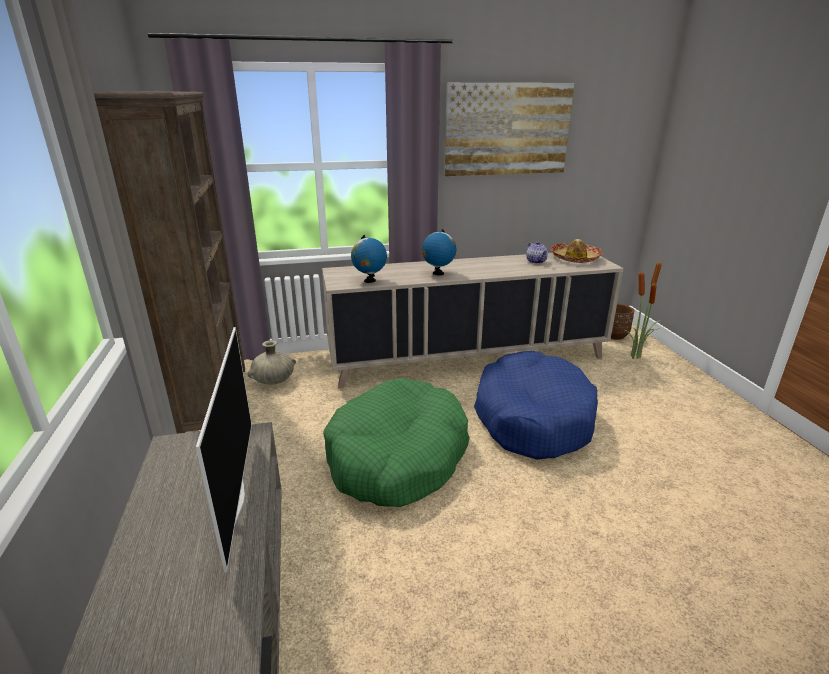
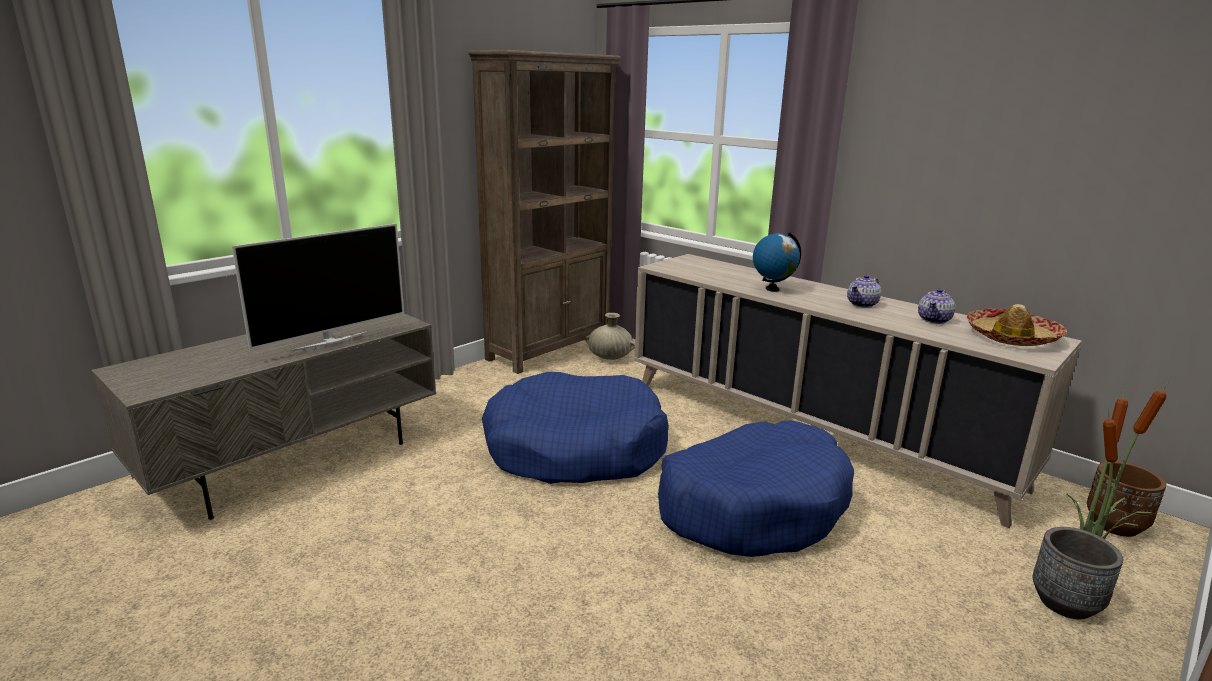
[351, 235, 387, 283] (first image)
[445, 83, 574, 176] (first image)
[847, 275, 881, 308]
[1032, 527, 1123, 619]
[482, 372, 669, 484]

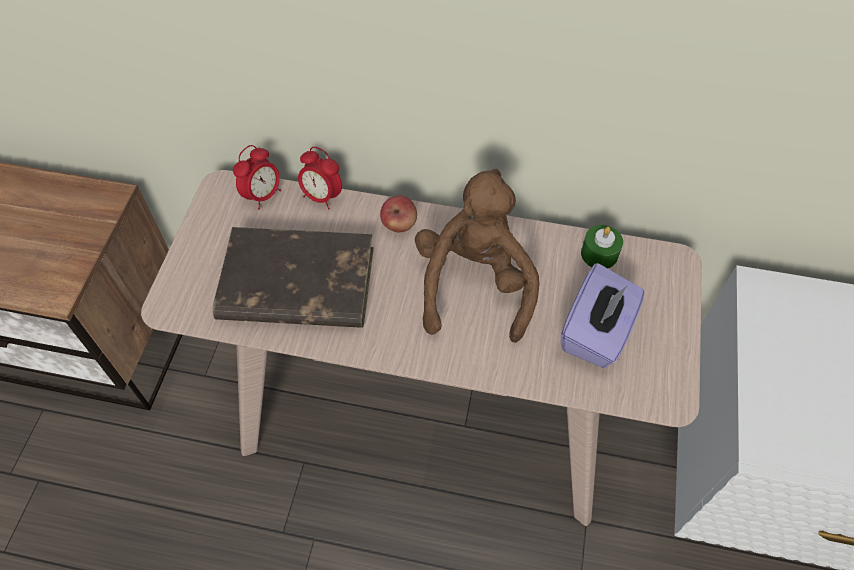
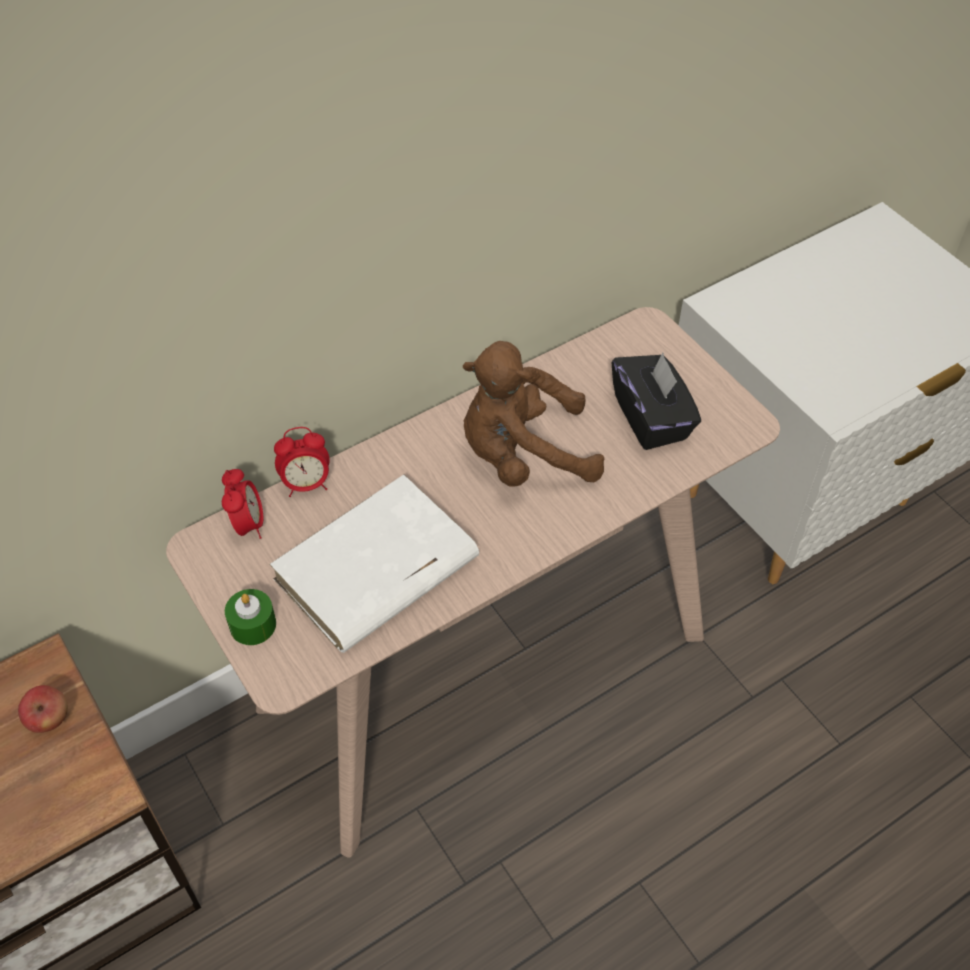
[18, 685, 68, 733]
[225, 589, 276, 645]
[269, 475, 479, 653]
[612, 353, 701, 450]
[463, 341, 604, 487]

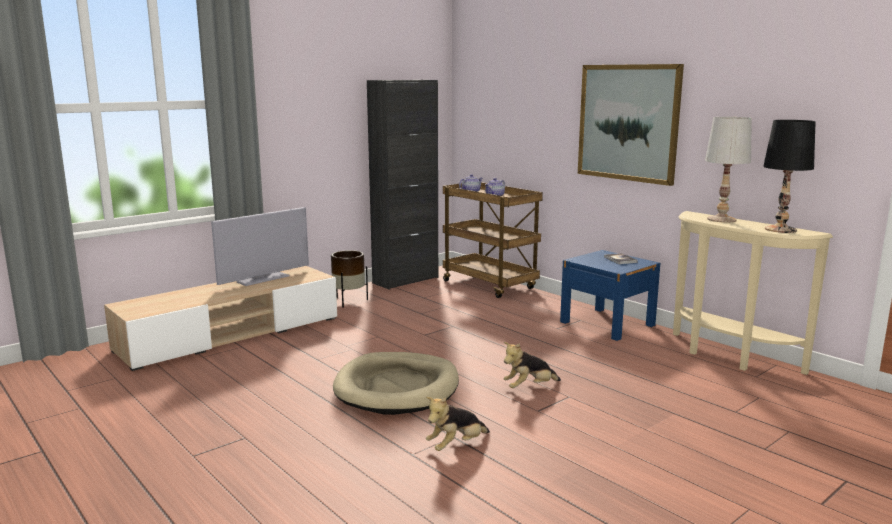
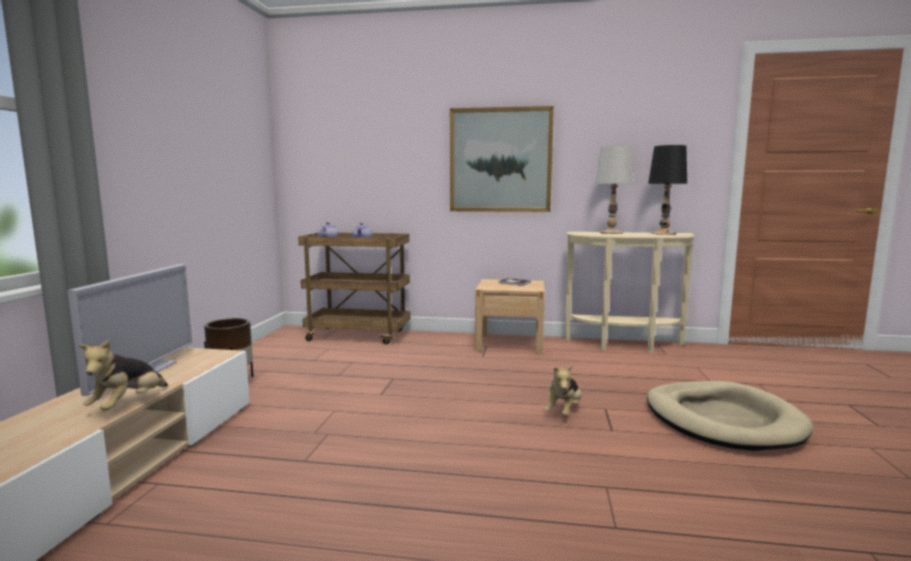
[367, 80, 438, 290] (first image)
[647, 381, 813, 451]
[78, 339, 168, 411]
[475, 279, 545, 354]

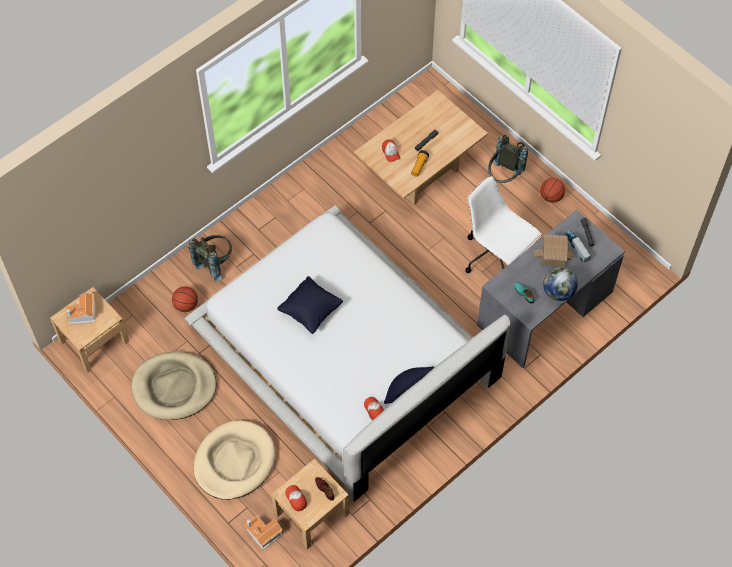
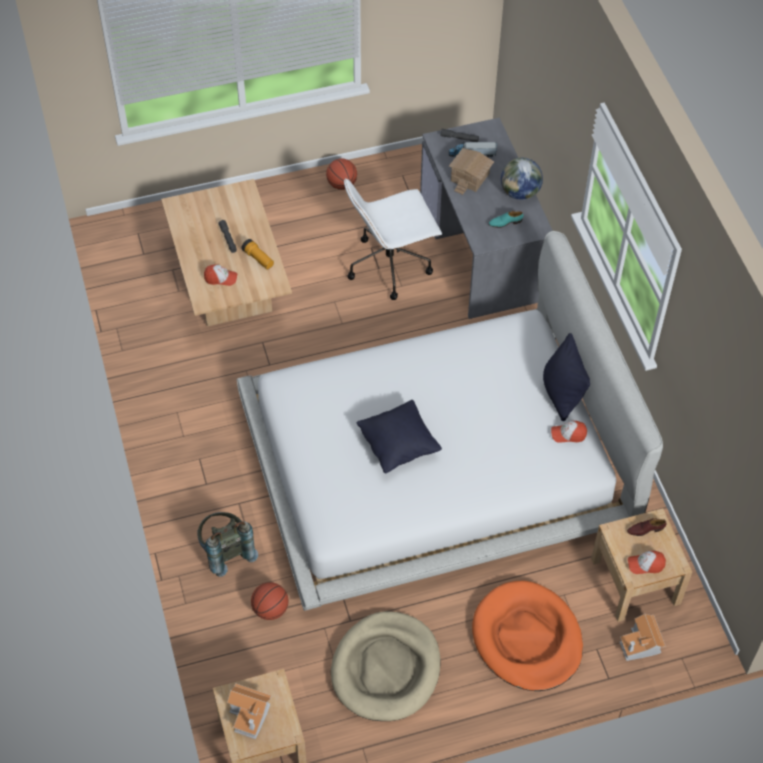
[488, 135, 528, 183] (first image)
[472, 581, 583, 691]

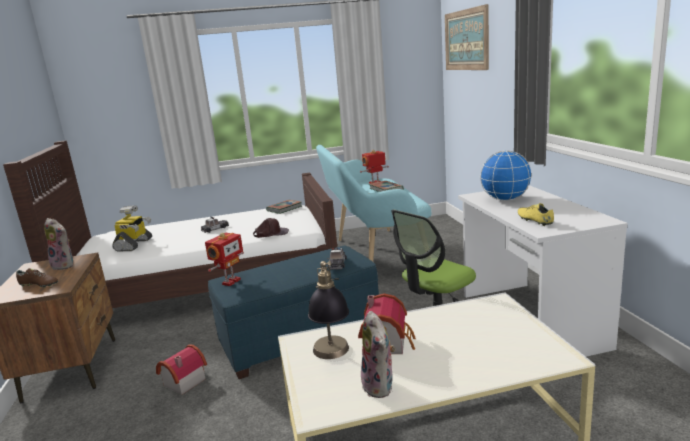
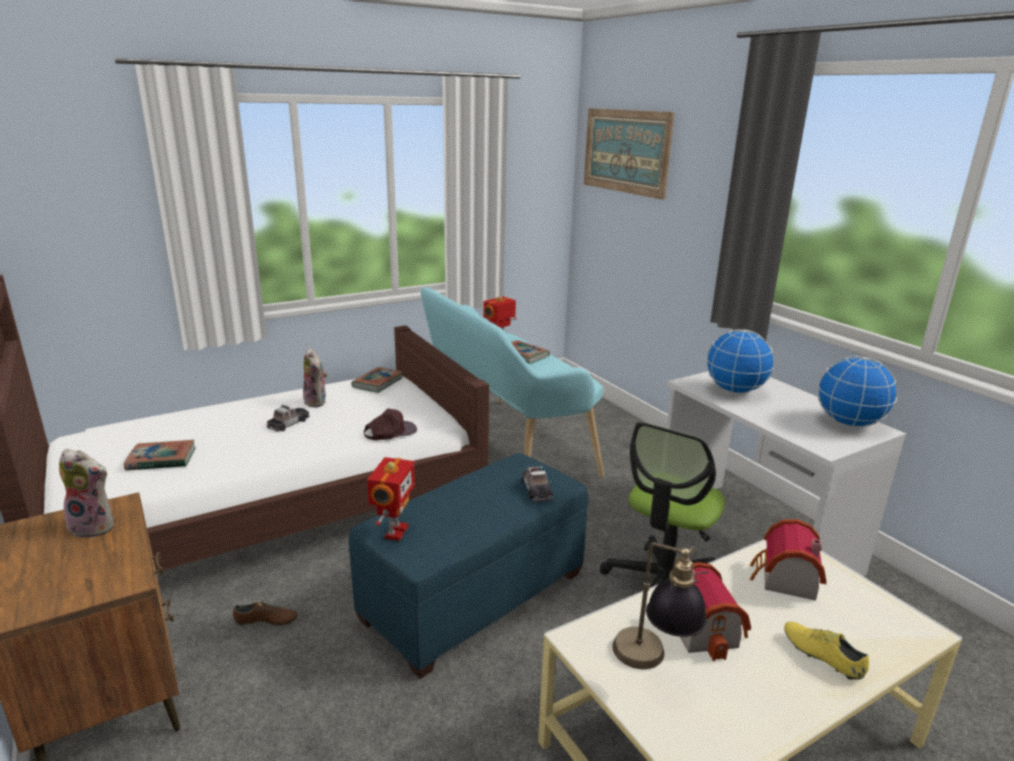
[817, 356, 898, 427]
[233, 602, 297, 627]
[750, 519, 827, 601]
[303, 348, 327, 407]
[784, 622, 869, 680]
[124, 440, 196, 470]

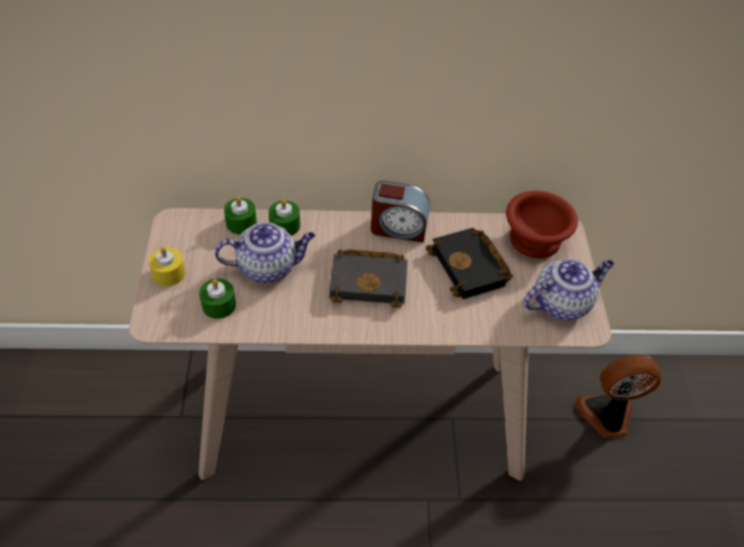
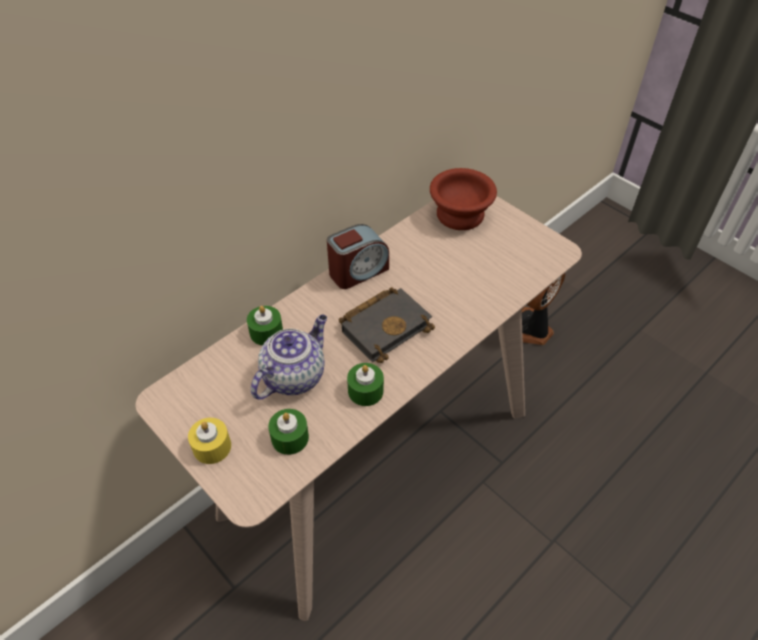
[426, 228, 513, 299] (first image)
[523, 258, 614, 320] (first image)
[347, 363, 384, 406]

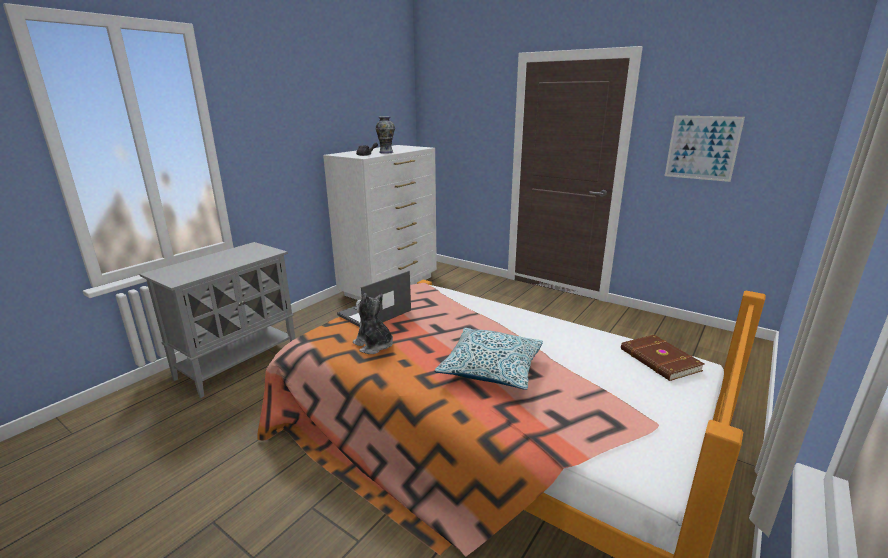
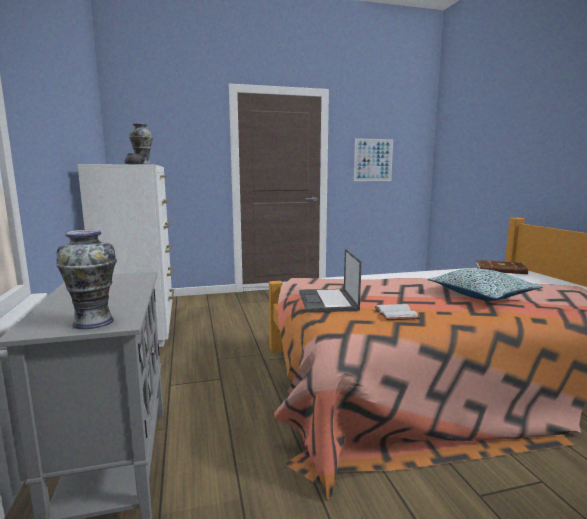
[56, 230, 117, 329]
[375, 304, 420, 320]

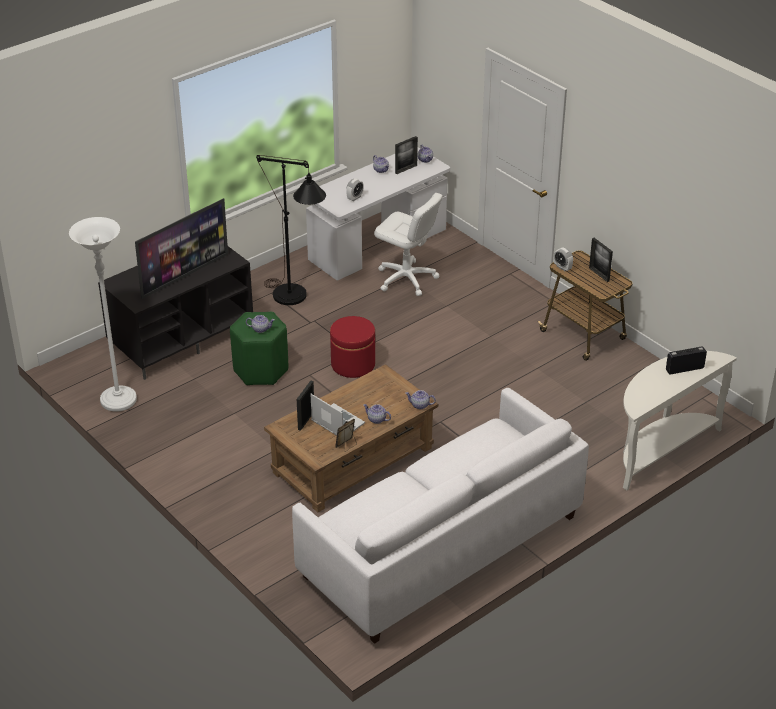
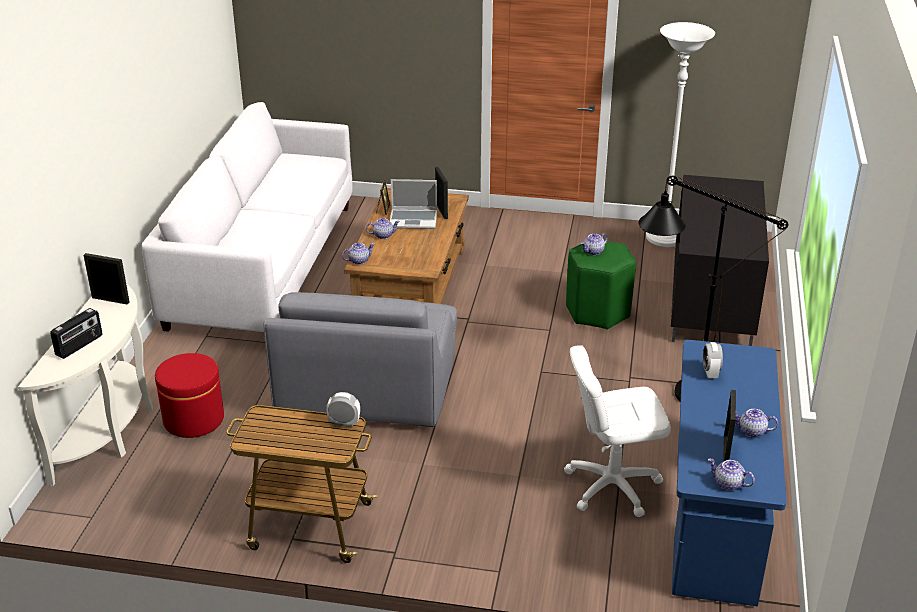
[135, 198, 228, 299] (first image)
[263, 292, 457, 427]
[155, 353, 224, 438]
[84, 253, 130, 305]
[672, 340, 787, 606]

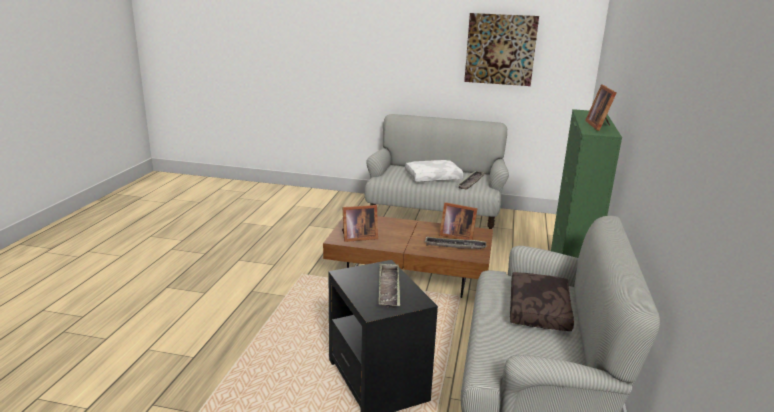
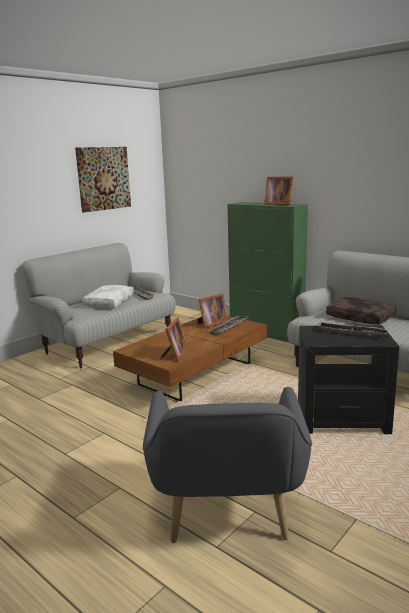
[143, 387, 312, 543]

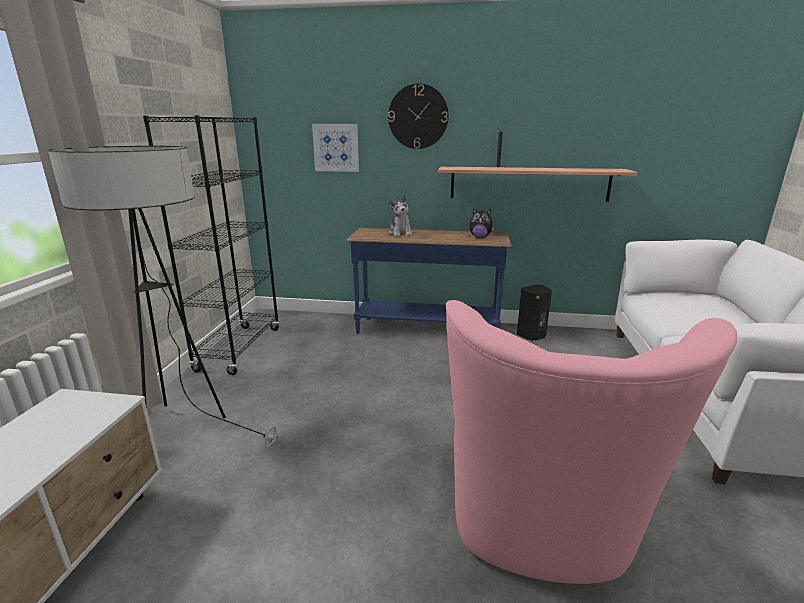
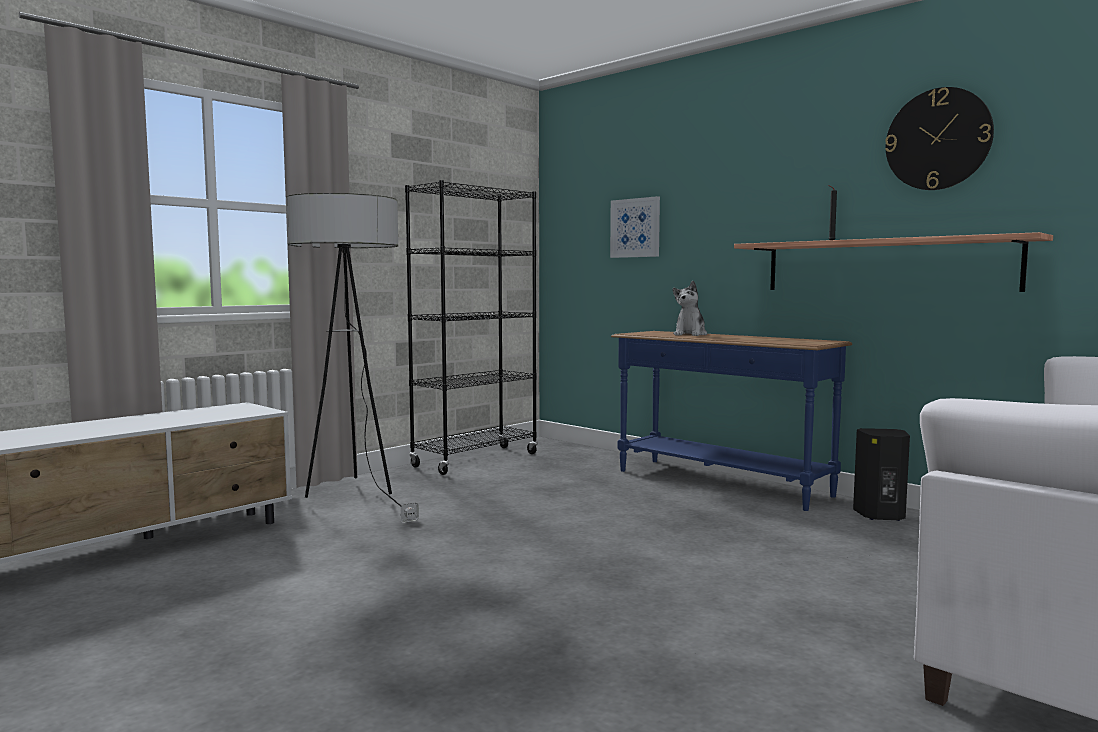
[446, 300, 737, 584] (first image)
[469, 208, 495, 238] (first image)
[885, 87, 994, 190]

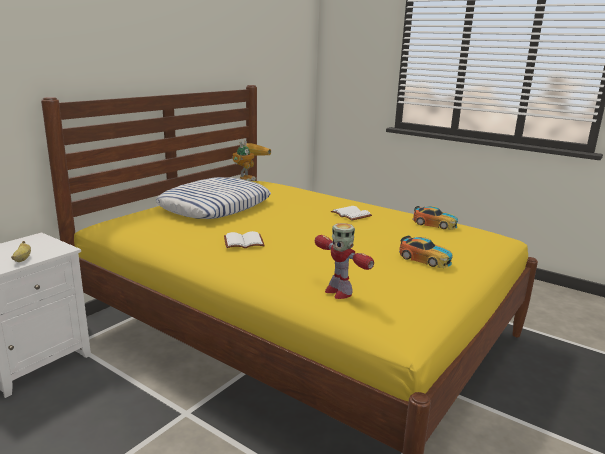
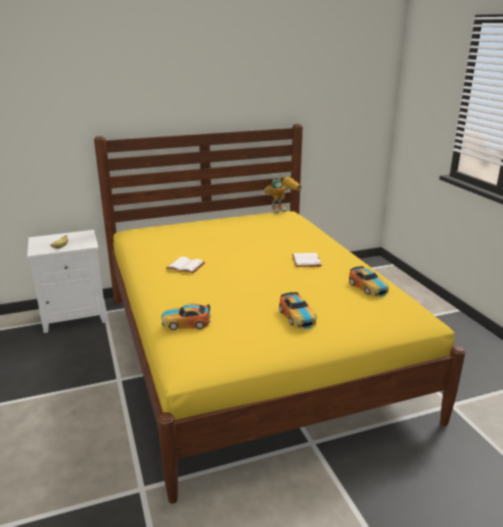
[156, 177, 271, 219] (first image)
[161, 303, 211, 330]

